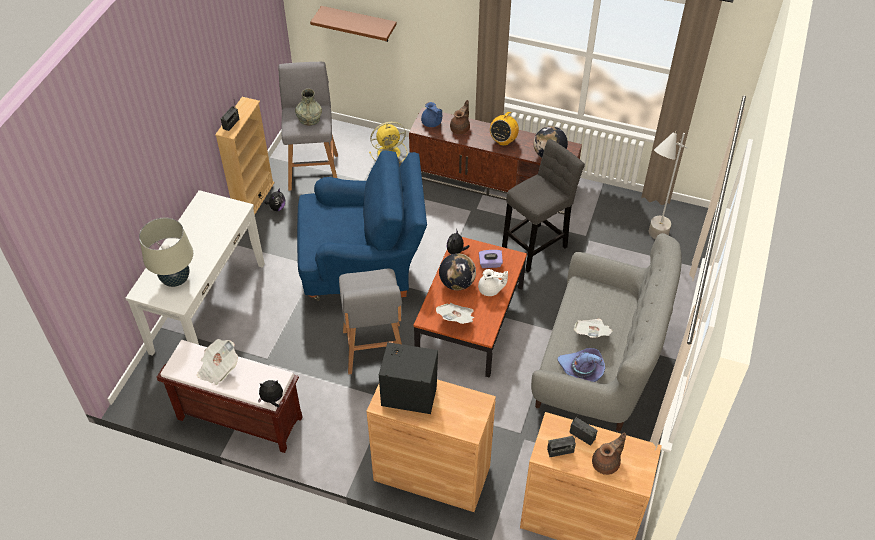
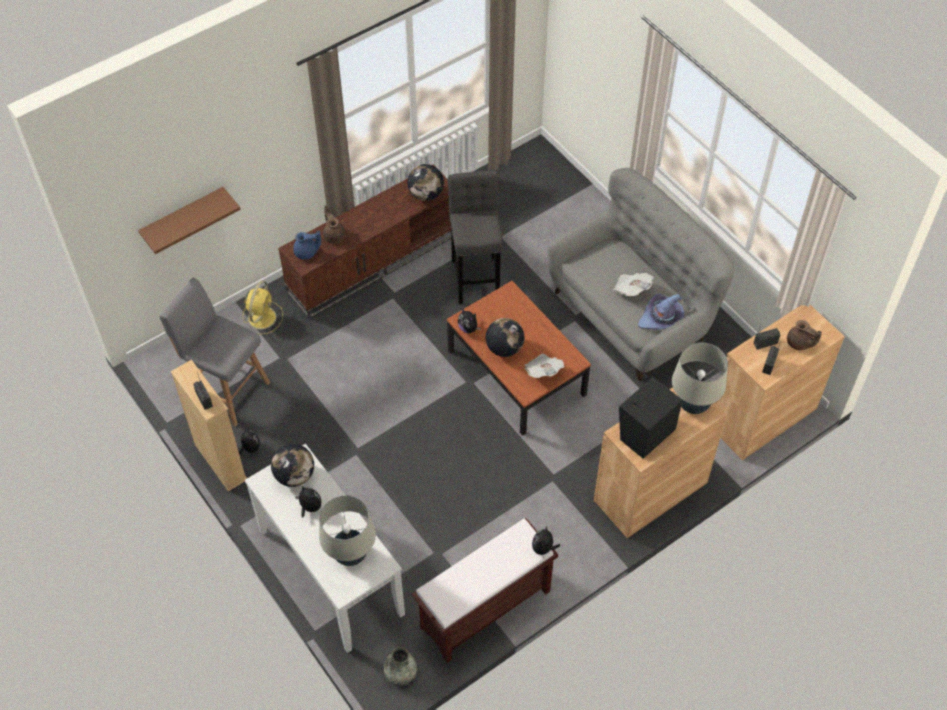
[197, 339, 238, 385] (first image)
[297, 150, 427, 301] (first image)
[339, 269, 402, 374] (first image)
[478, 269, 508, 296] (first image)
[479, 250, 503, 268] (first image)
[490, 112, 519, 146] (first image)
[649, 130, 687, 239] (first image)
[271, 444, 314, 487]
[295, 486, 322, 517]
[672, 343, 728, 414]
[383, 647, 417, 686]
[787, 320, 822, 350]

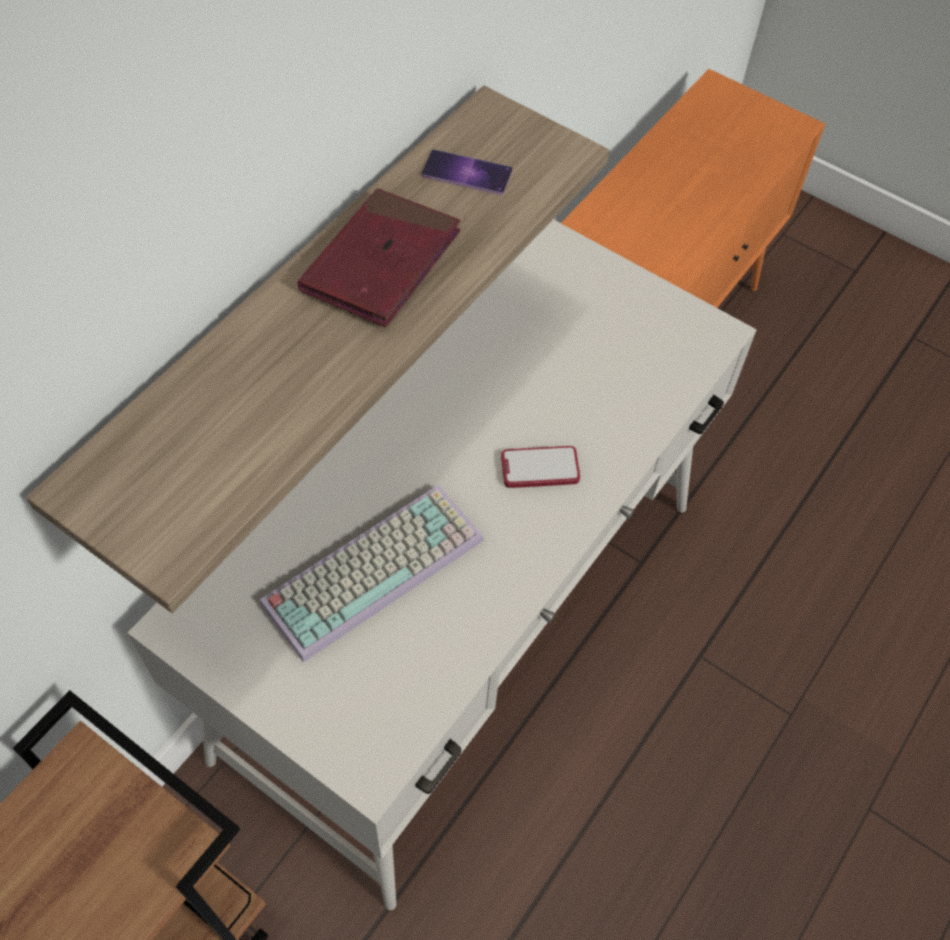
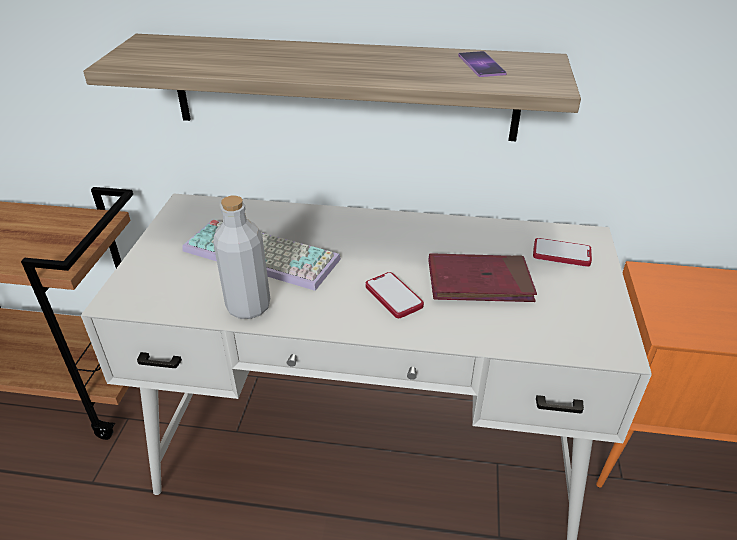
[213, 196, 270, 319]
[533, 238, 592, 267]
[428, 253, 537, 302]

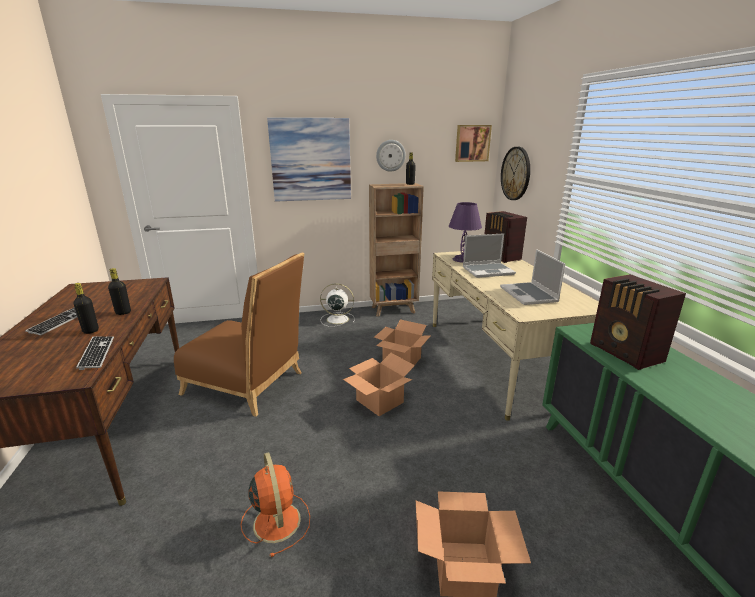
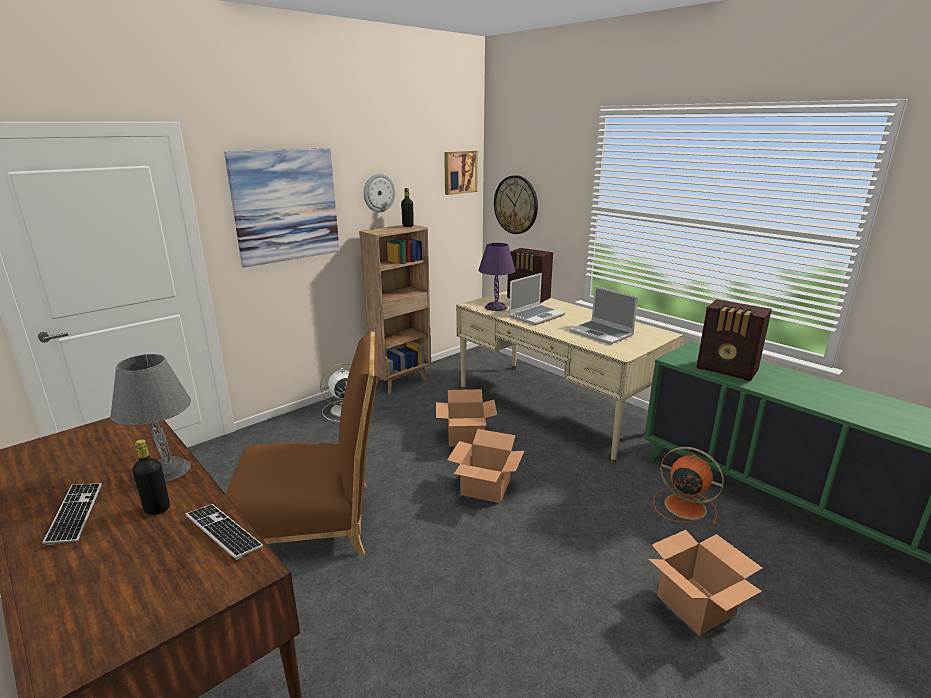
[653, 447, 724, 524]
[110, 354, 191, 482]

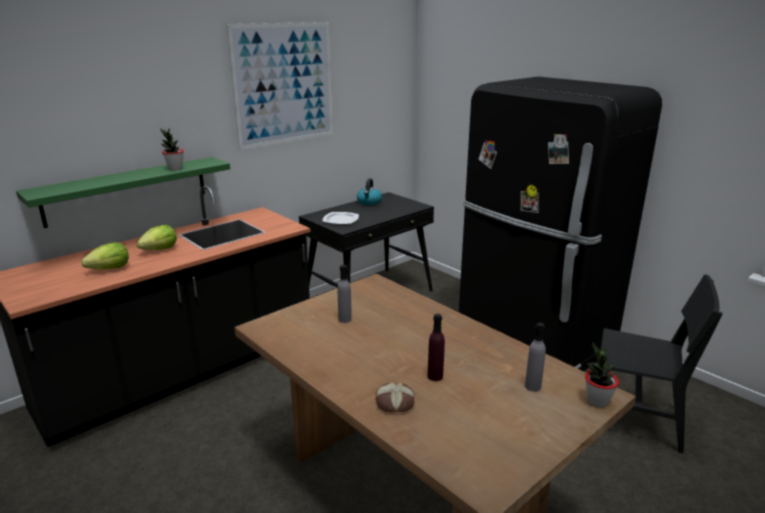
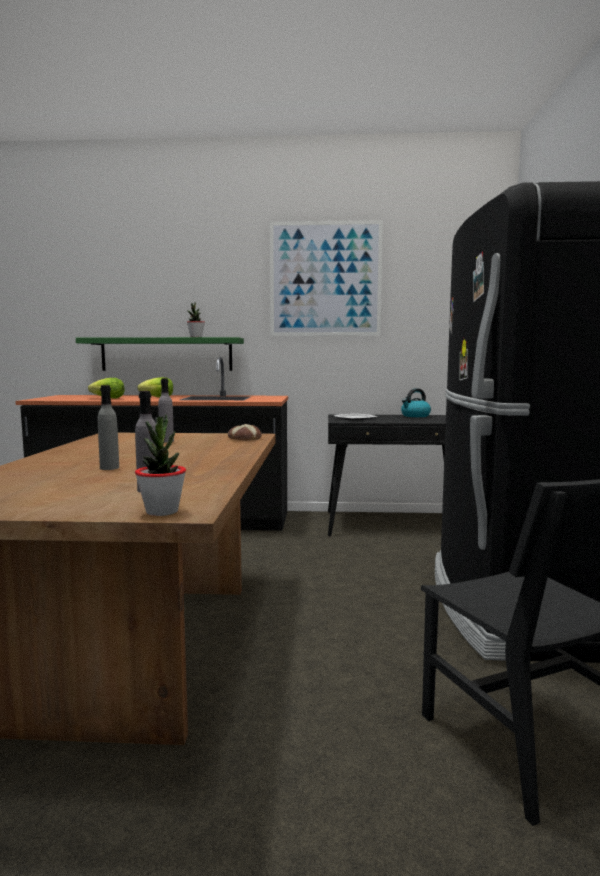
[228, 424, 261, 441]
[98, 385, 119, 470]

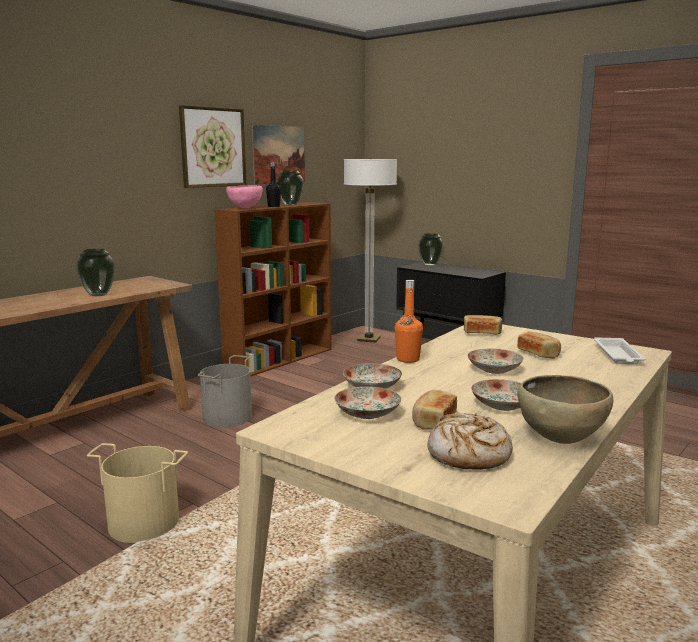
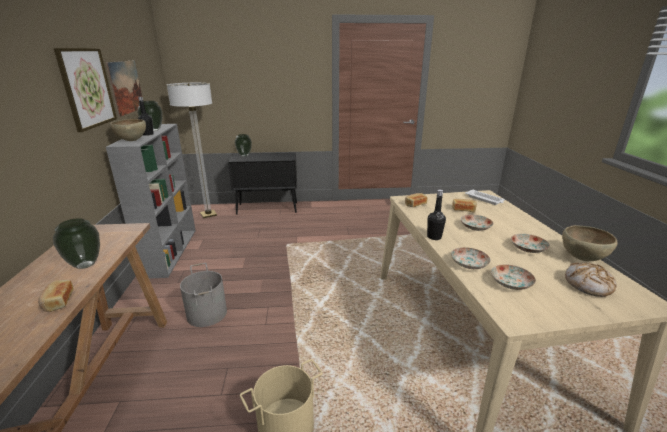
[38, 280, 74, 312]
[106, 124, 196, 279]
[110, 119, 146, 141]
[427, 190, 446, 240]

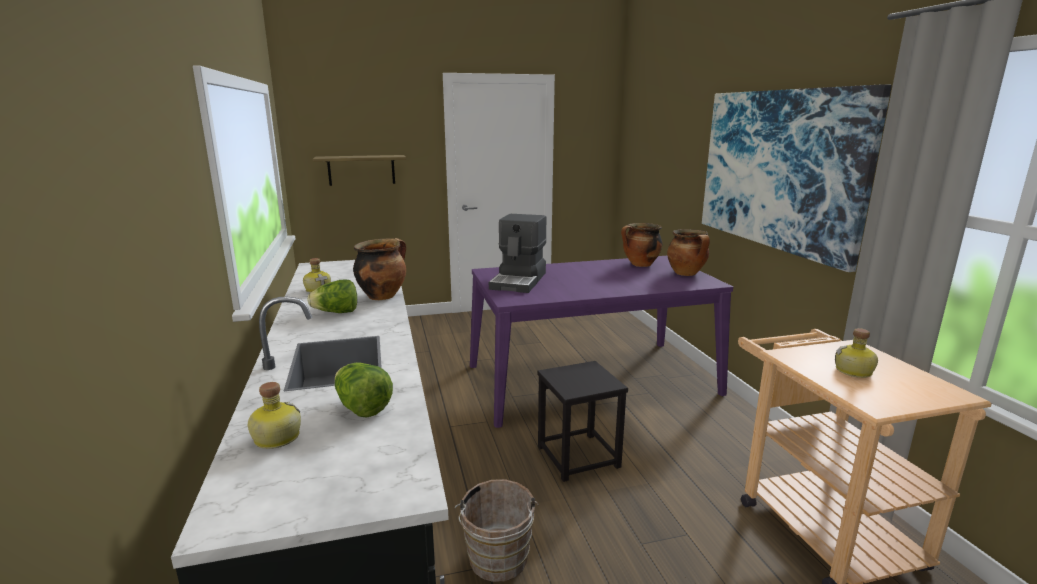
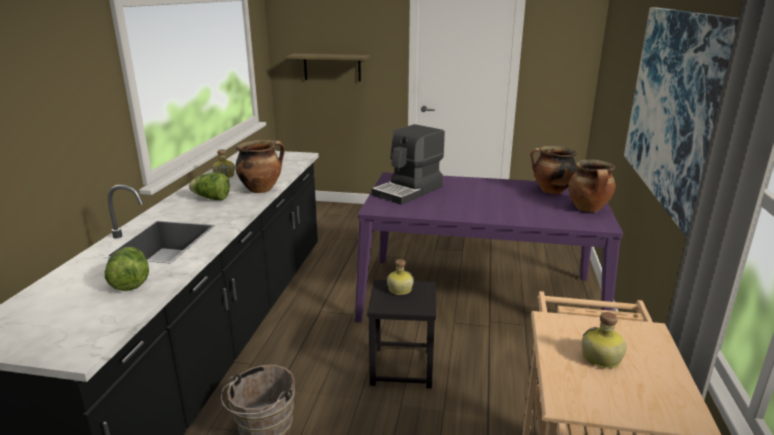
[387, 259, 414, 295]

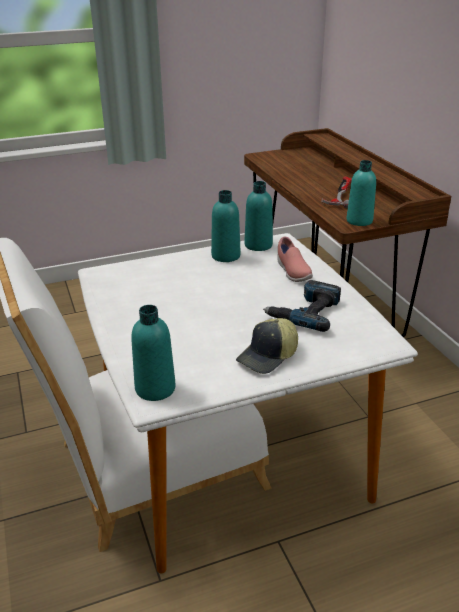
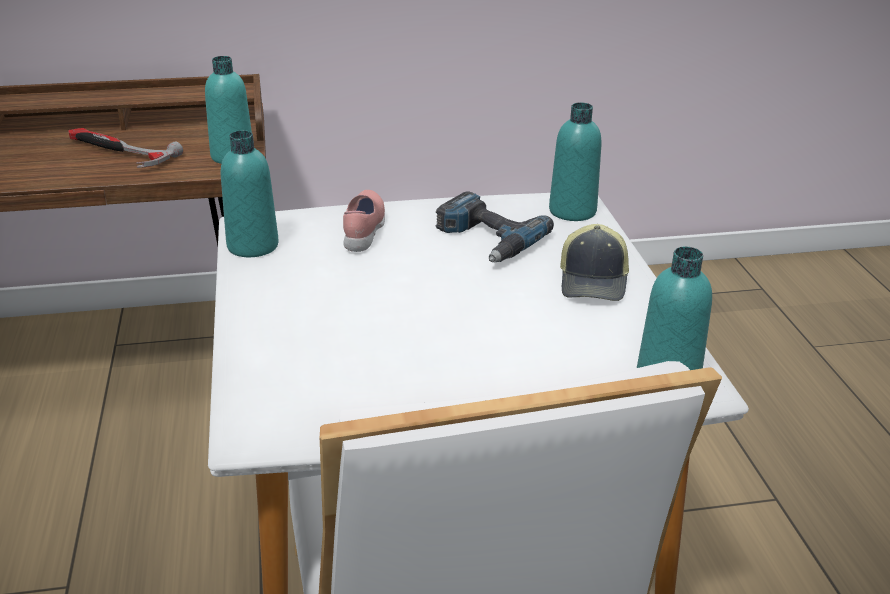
[549, 102, 601, 221]
[560, 224, 629, 301]
[343, 190, 385, 252]

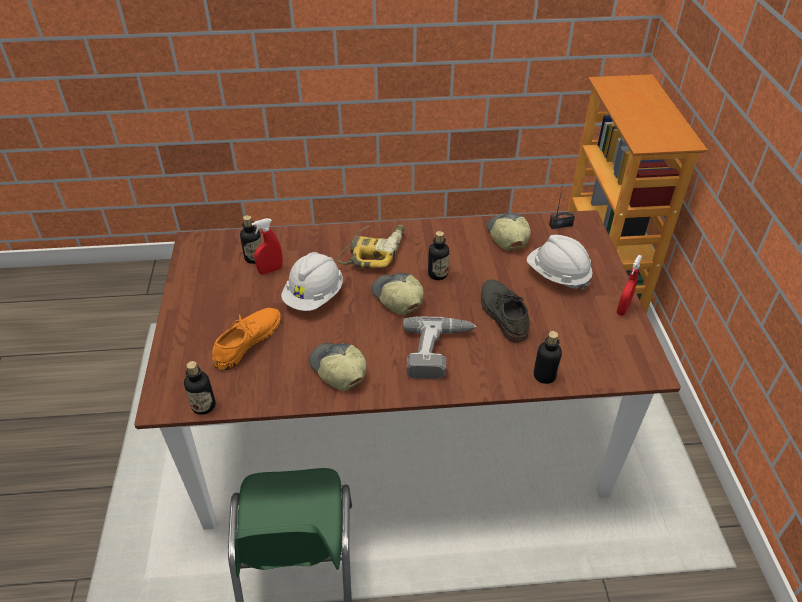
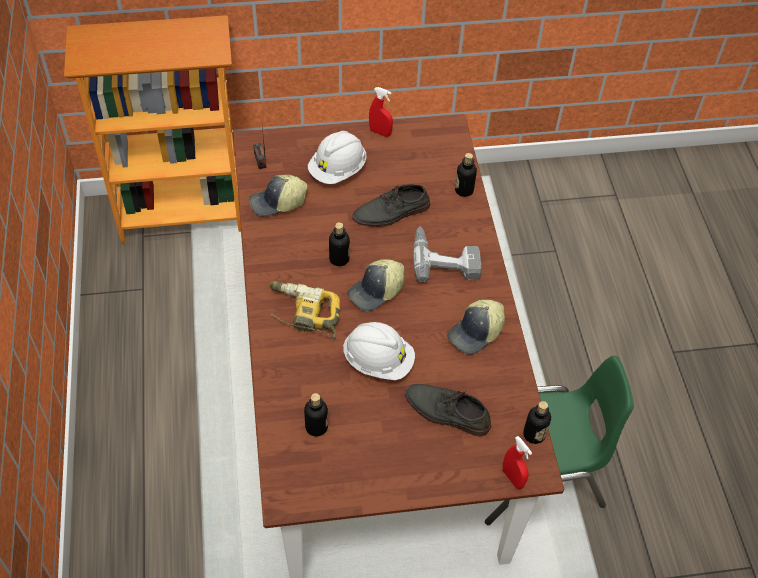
[503, 436, 532, 489]
[405, 384, 491, 436]

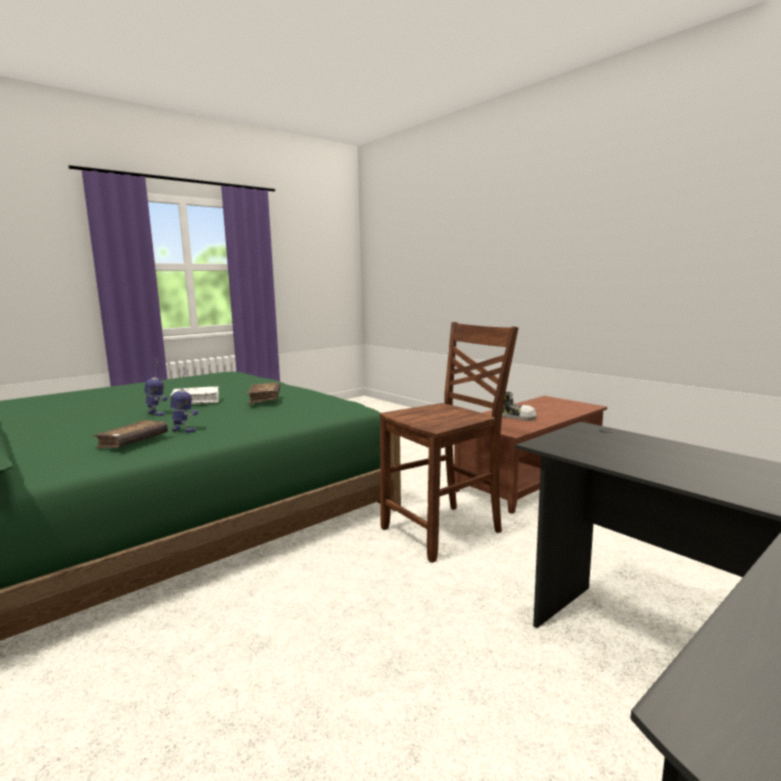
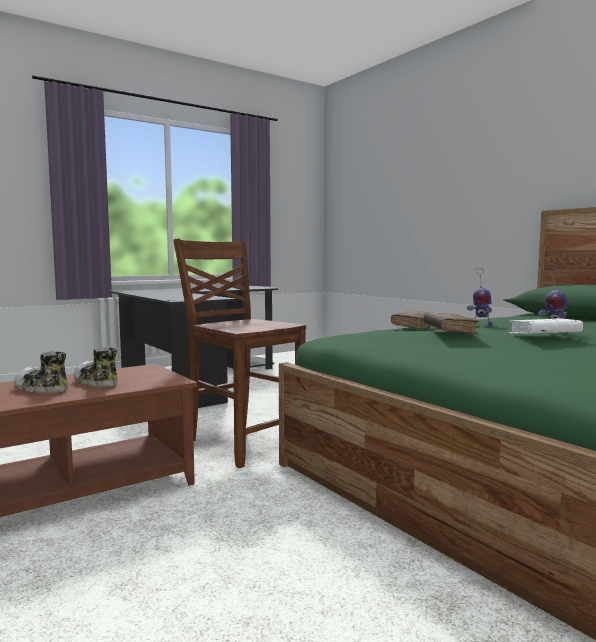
[14, 351, 68, 394]
[391, 311, 432, 330]
[173, 239, 306, 468]

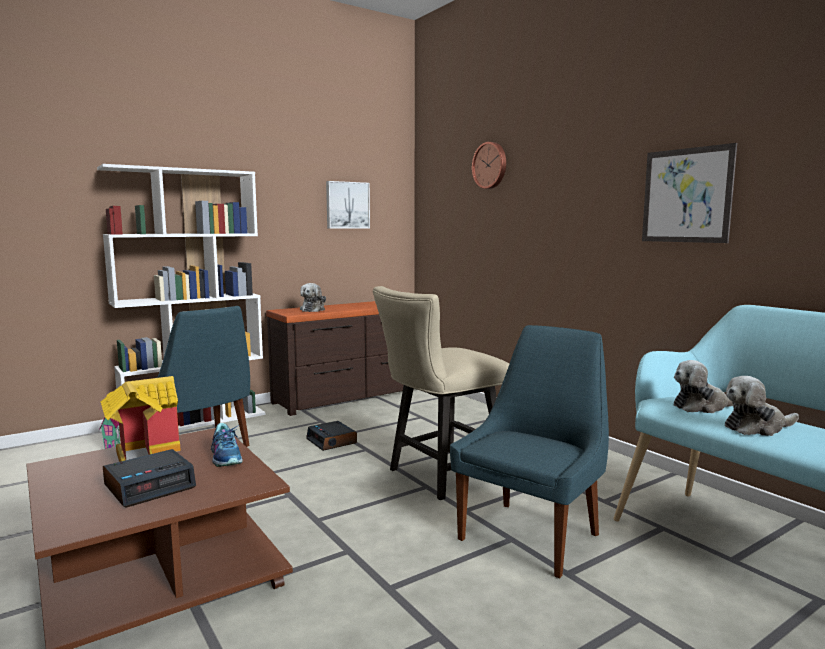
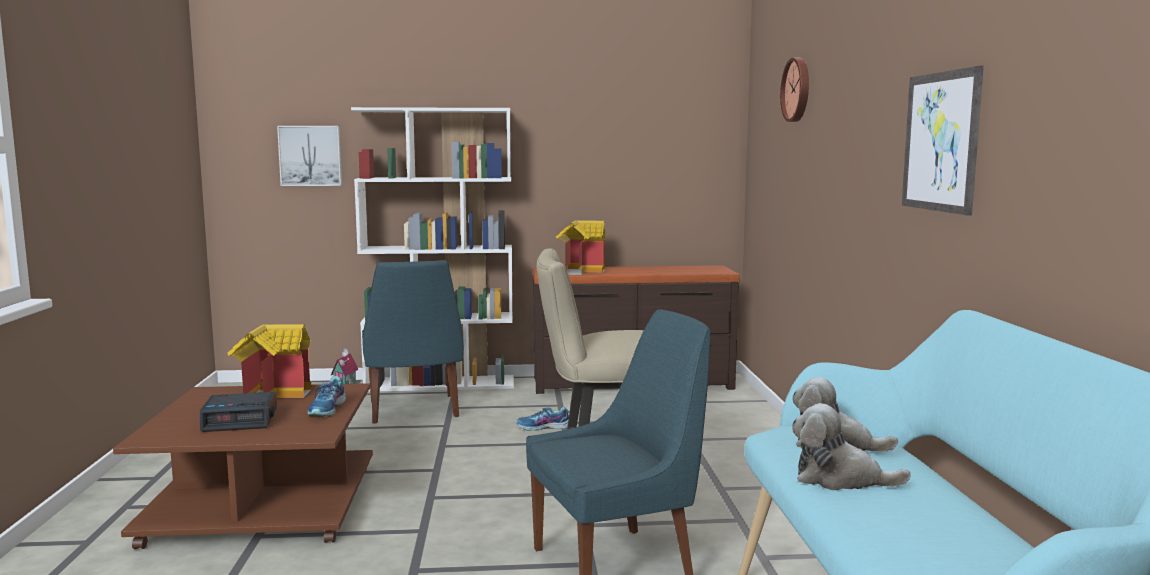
[277, 126, 342, 186]
[556, 220, 605, 275]
[516, 407, 570, 431]

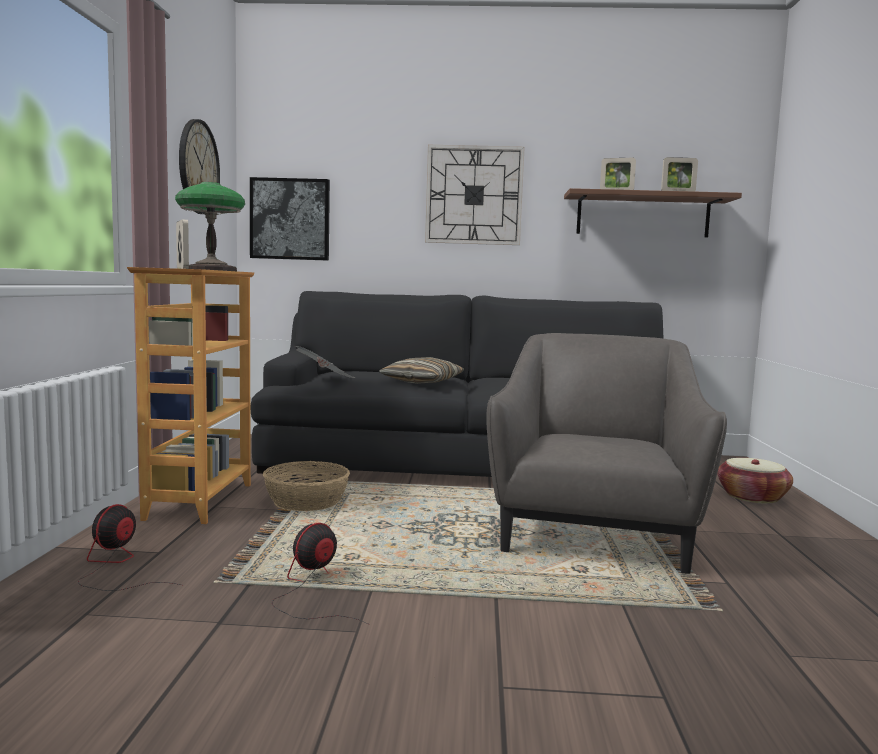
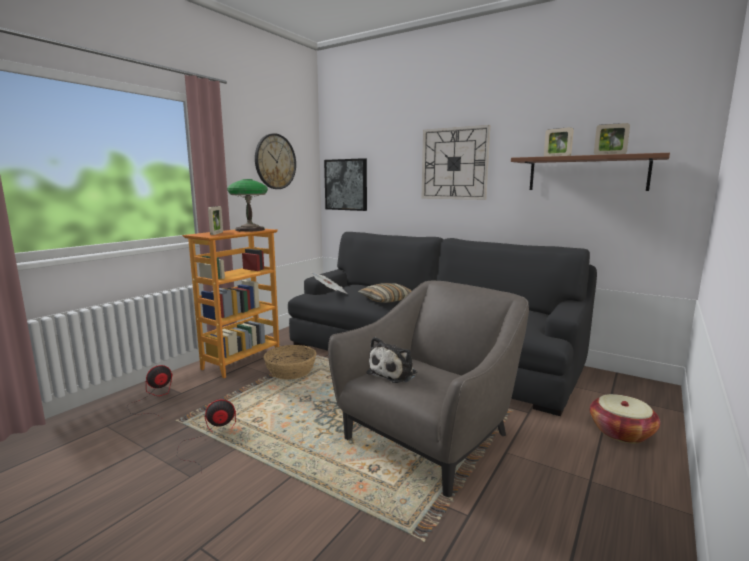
[367, 337, 417, 383]

